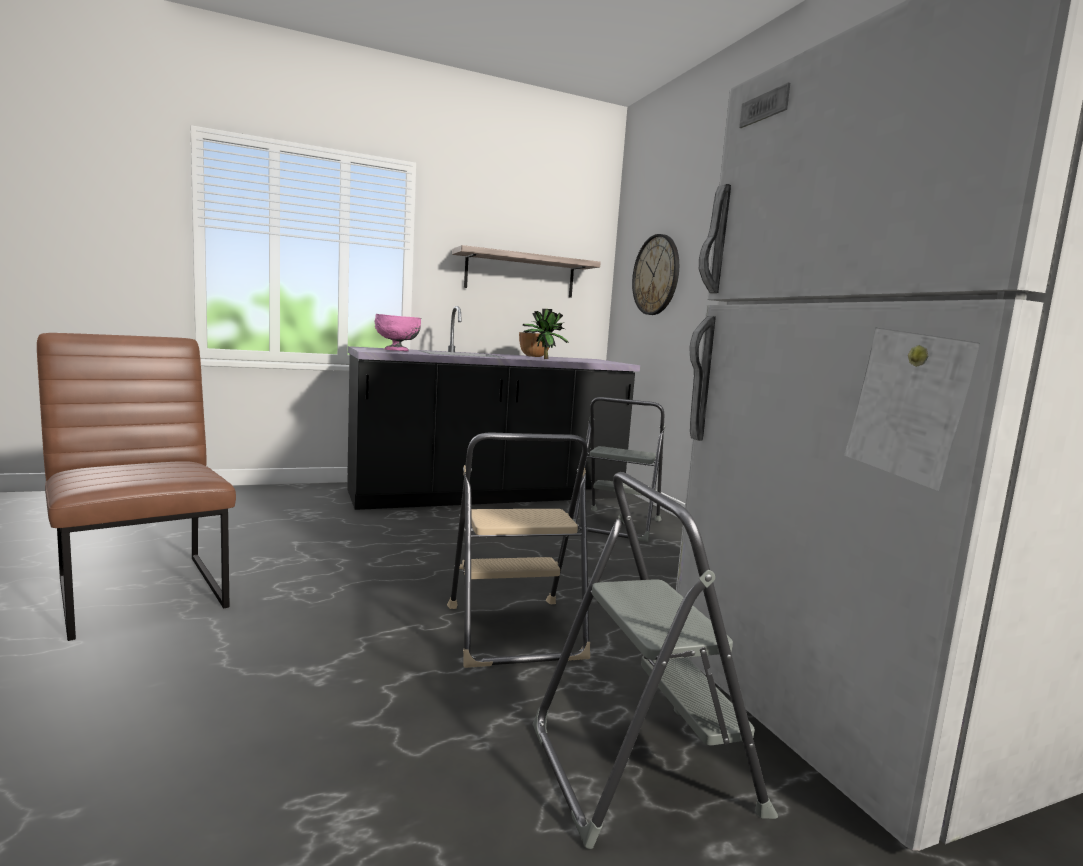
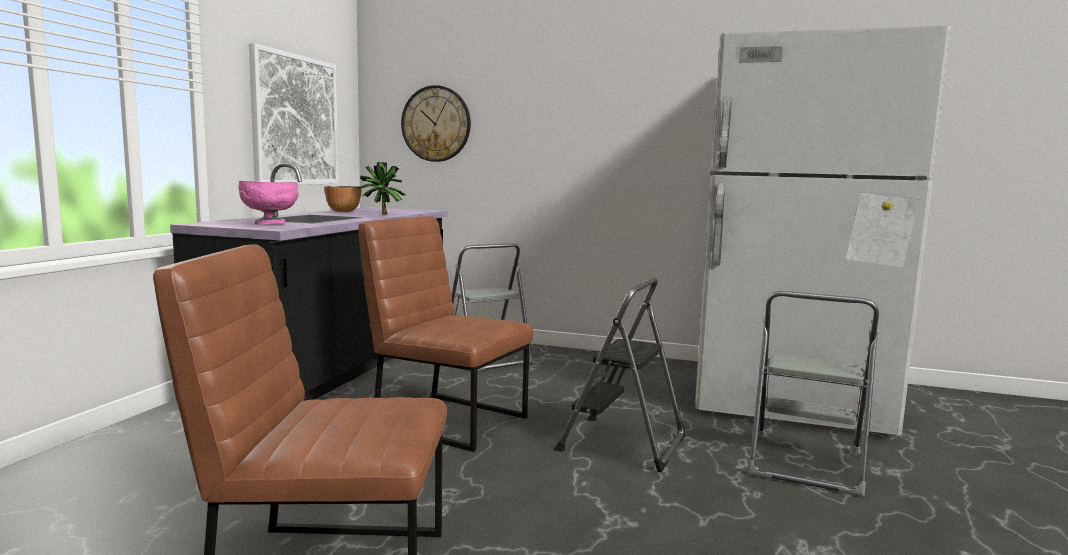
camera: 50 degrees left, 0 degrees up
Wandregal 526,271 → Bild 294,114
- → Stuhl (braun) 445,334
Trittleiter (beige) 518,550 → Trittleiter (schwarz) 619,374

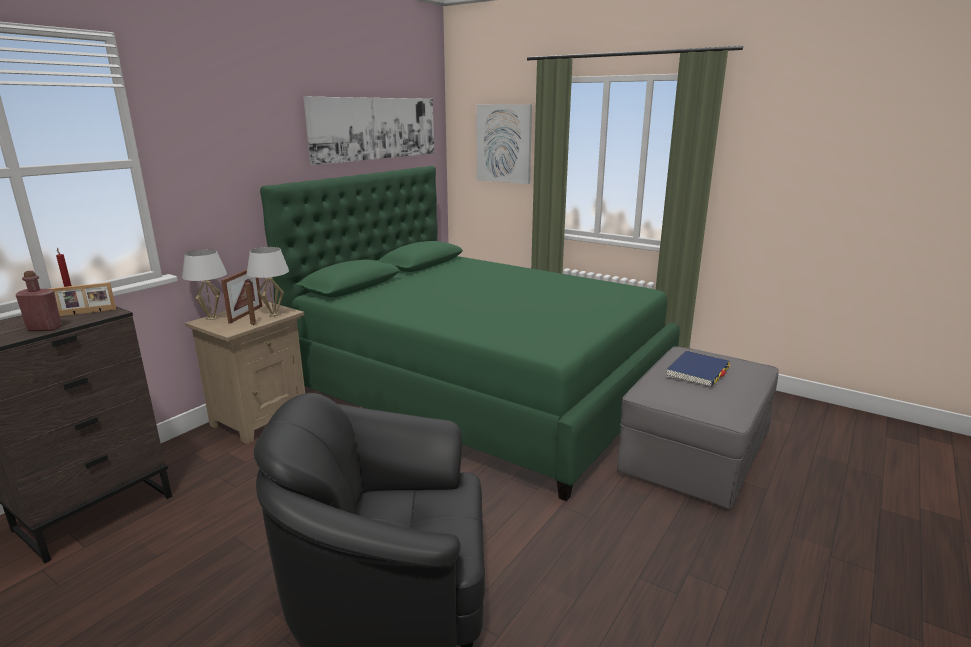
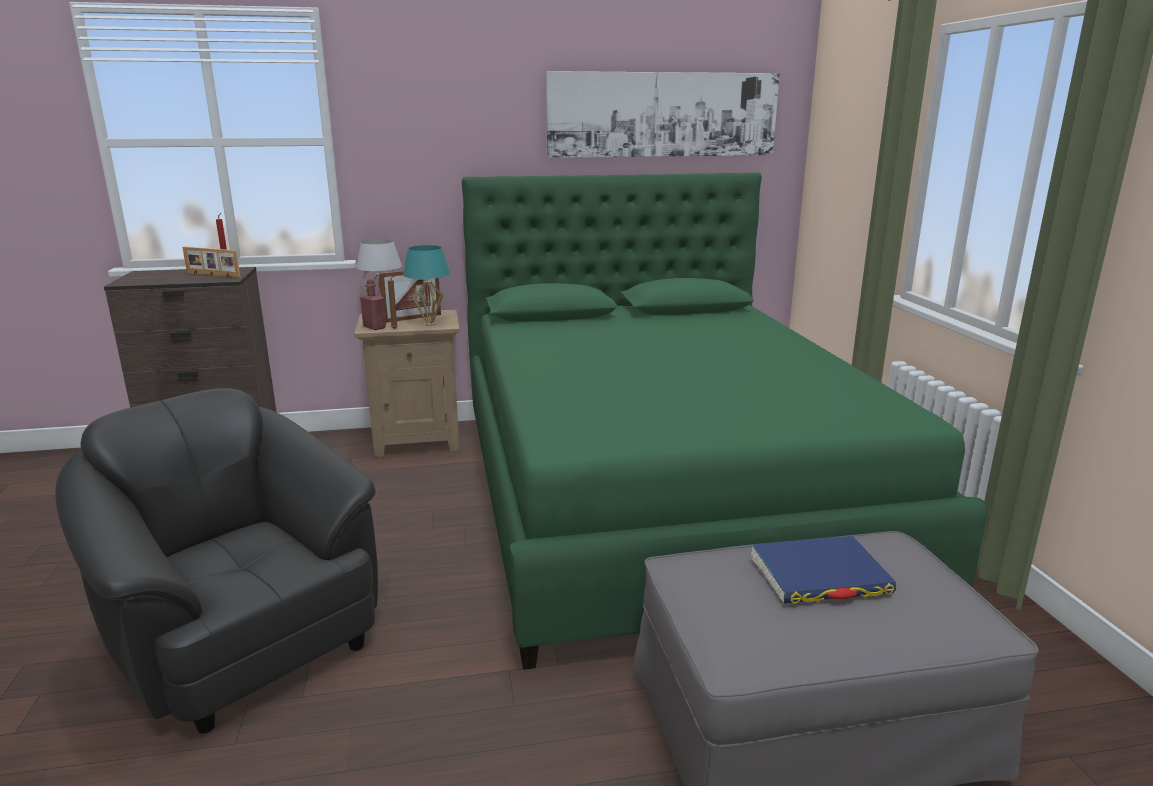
camera: 45 degrees right, 0 degrees up
Flasche (rot) 39,301 → Flasche (rot) 373,304, relocated
Tischlampe (weiß) 268,282 → Tischlampe (türkis) 426,285
Bild 504,144 → -

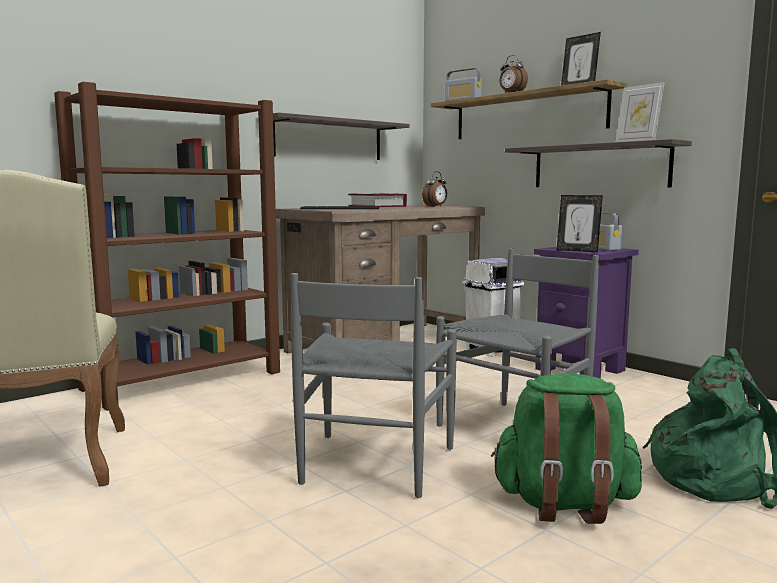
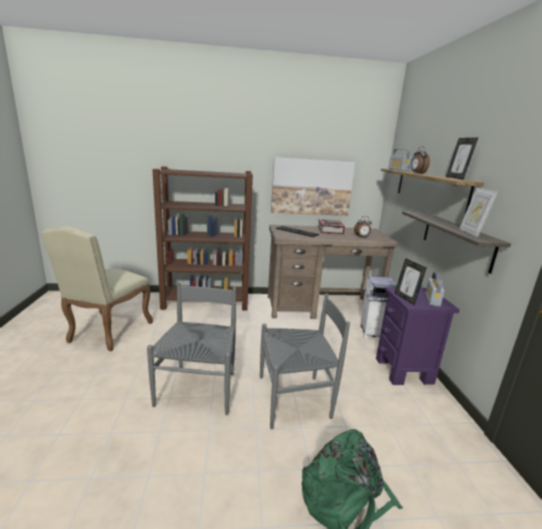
camera: 35 degrees right, 10 degrees up
Stuhl (grau) 374,385 → Stuhl (grau) 191,349, 135 degrees clockwise
Wandregal 341,136 → Bild 313,186
Rucksack (grün) 566,448 → -

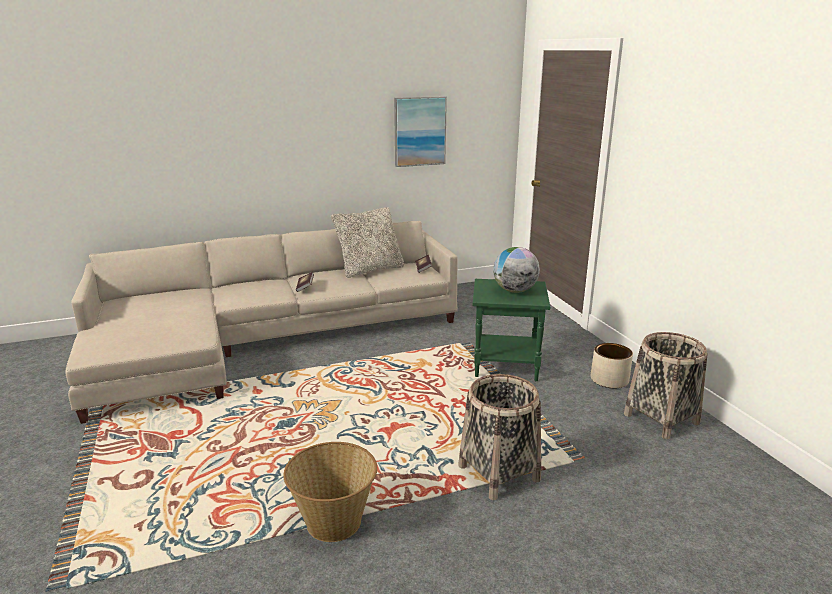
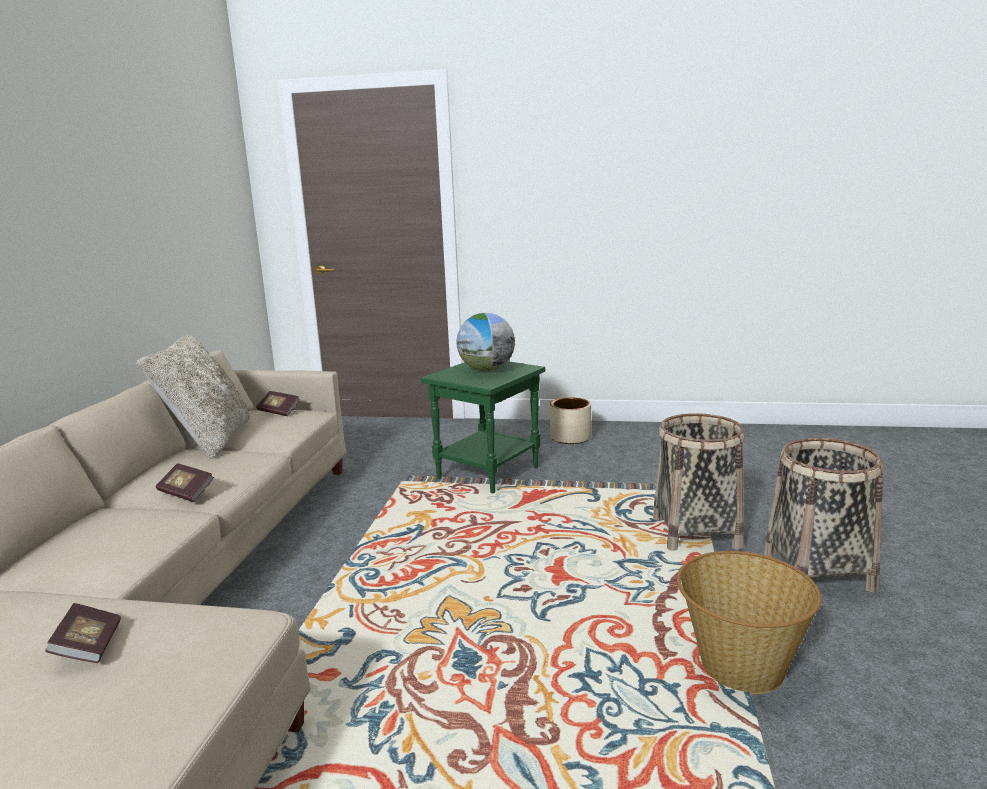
camera: 60 degrees left, 5 degrees down
- → Buch 83,633
Korb 666,385 → Korb 823,515, relocated
Bild 420,131 → -

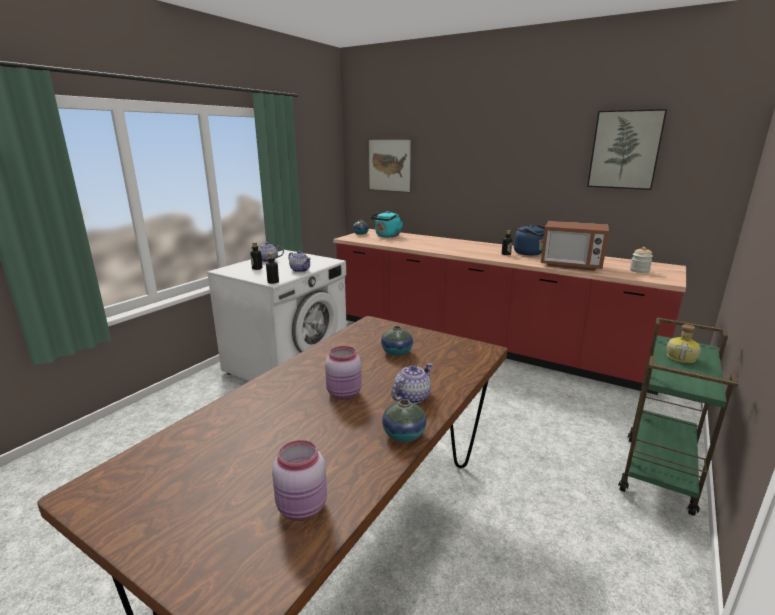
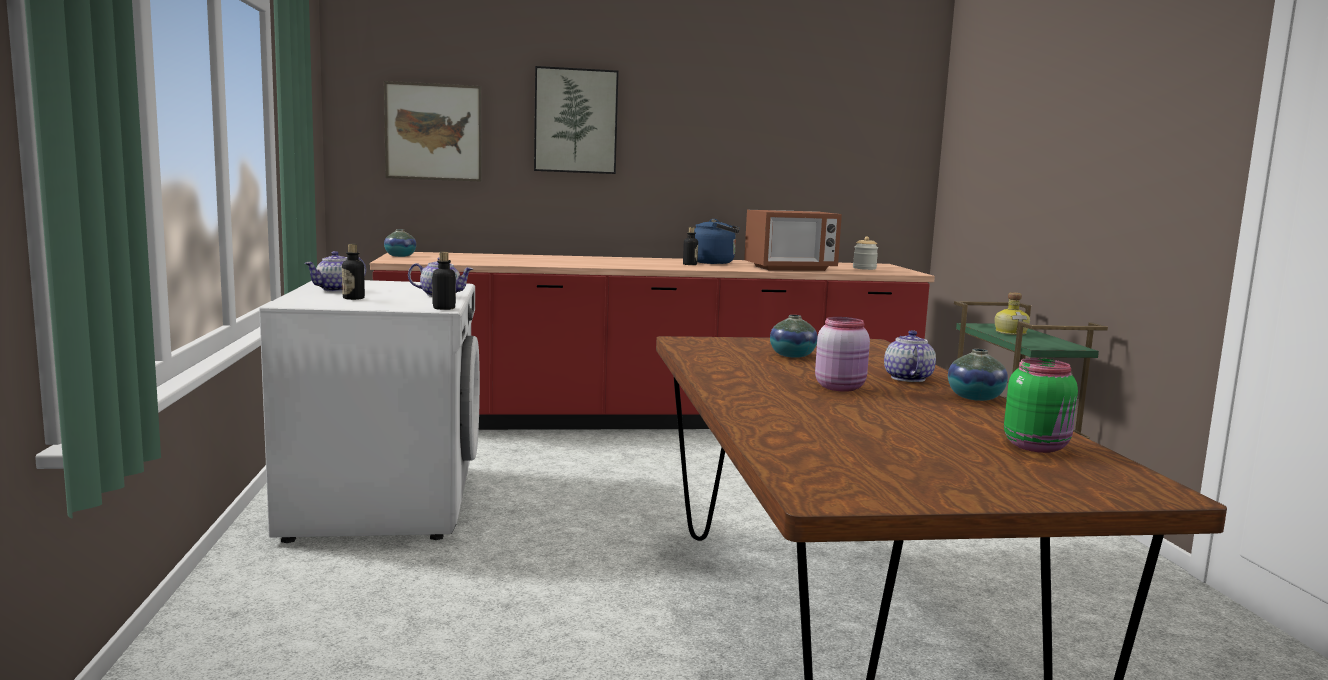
camera: 40 degrees left, 10 degrees down
Bild 627,149 → Bild 576,120, relocated
Vorratsglas (rosa) 299,480 → Vorratsglas (grün) 1041,405
Wasserkessel (türkis) 387,224 → -

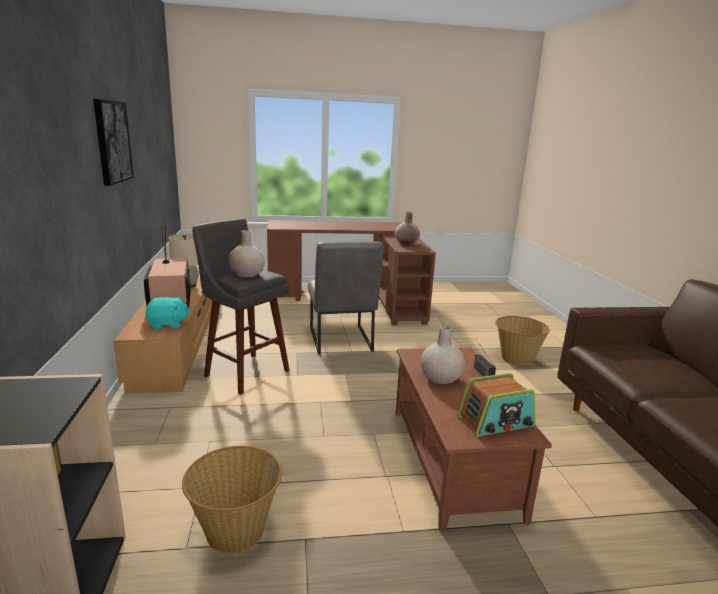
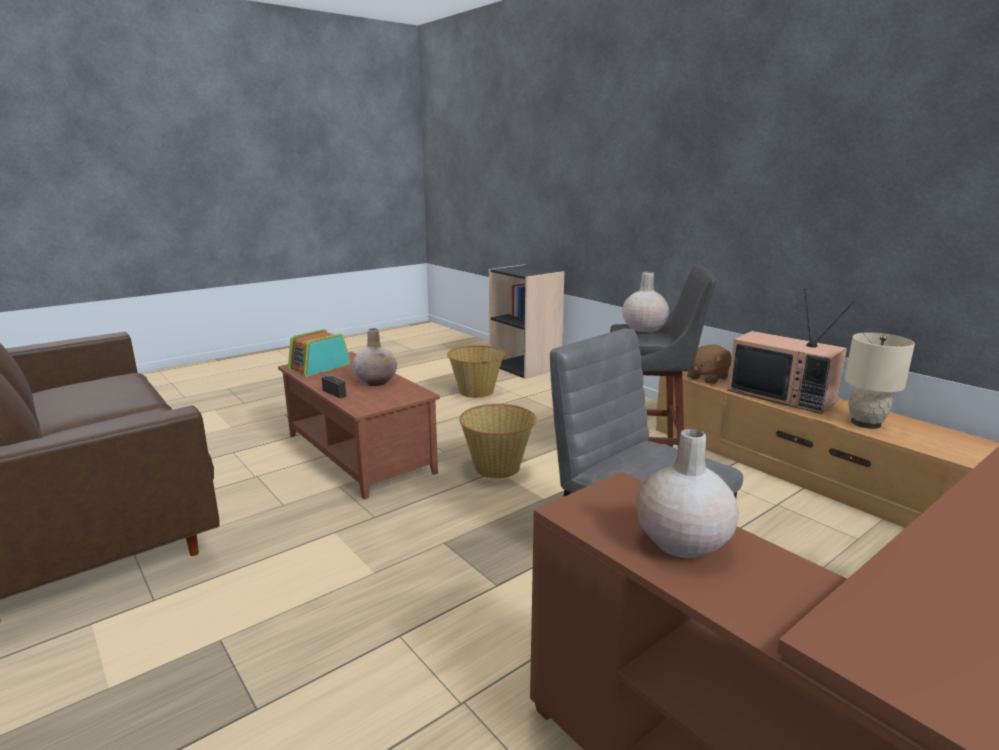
camera: 150 degrees right, 0 degrees up
Korb 522,341 → Korb 498,441, relocated
Plüschtier (türkis) 168,312 → Plüschtier (braun) 709,364
Bild 113,142 → -

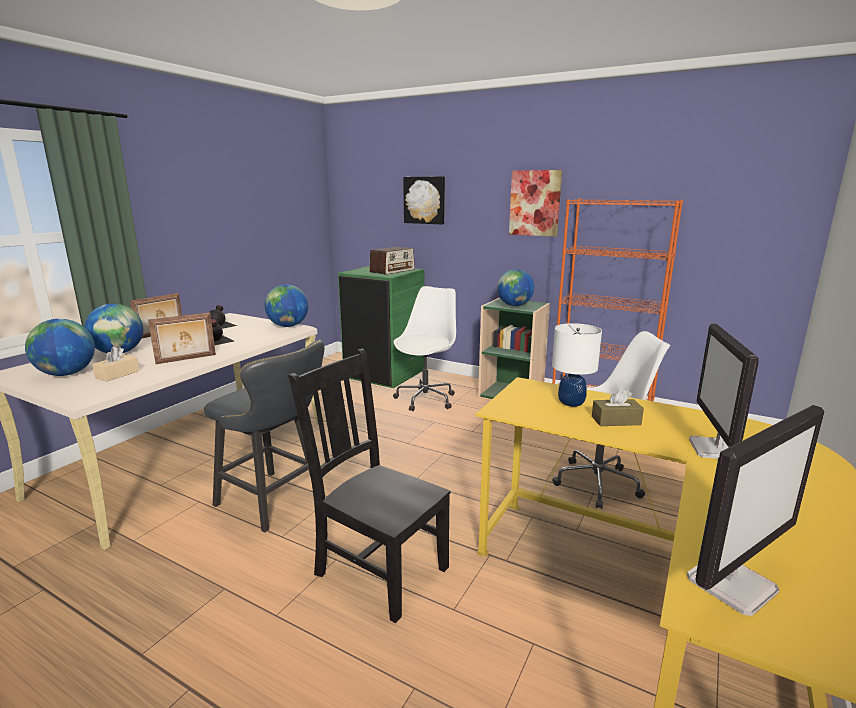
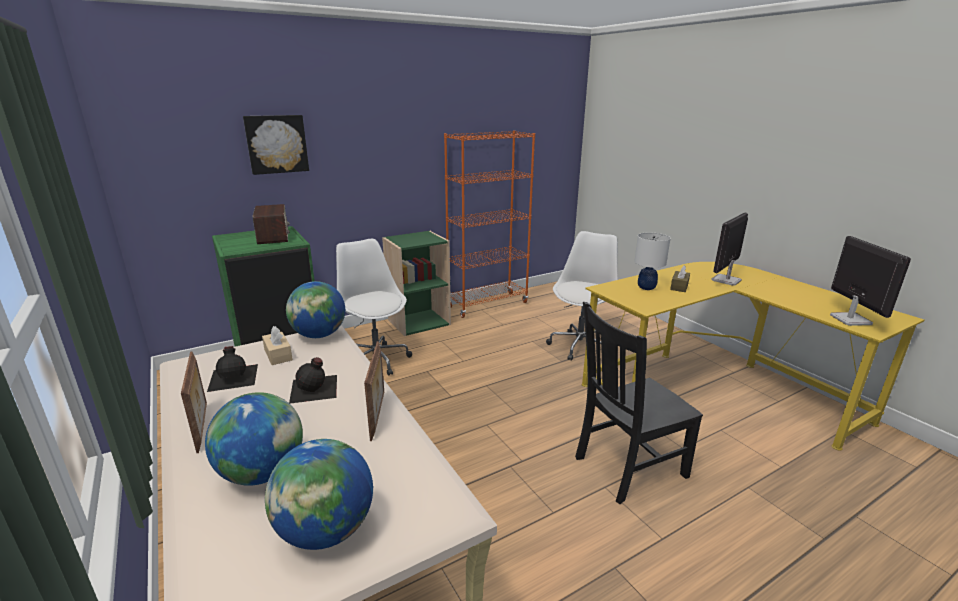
camera: 60 degrees left, 5 degrees up
Taschentuchbox (beige) 116,364 → Taschentuchbox (beige) 277,345, relocated
Monitor 724,391 → Monitor 729,249, 90 degrees clockwise
Hocker (grau) 264,436 → -
Globus 515,287 → -
Bild 535,203 → -

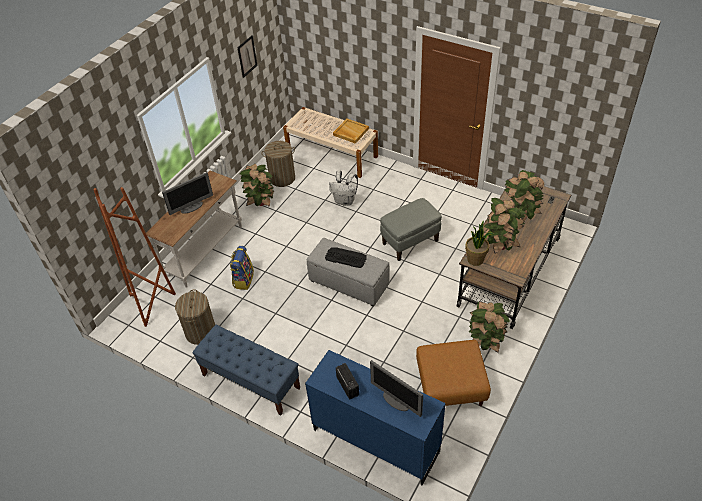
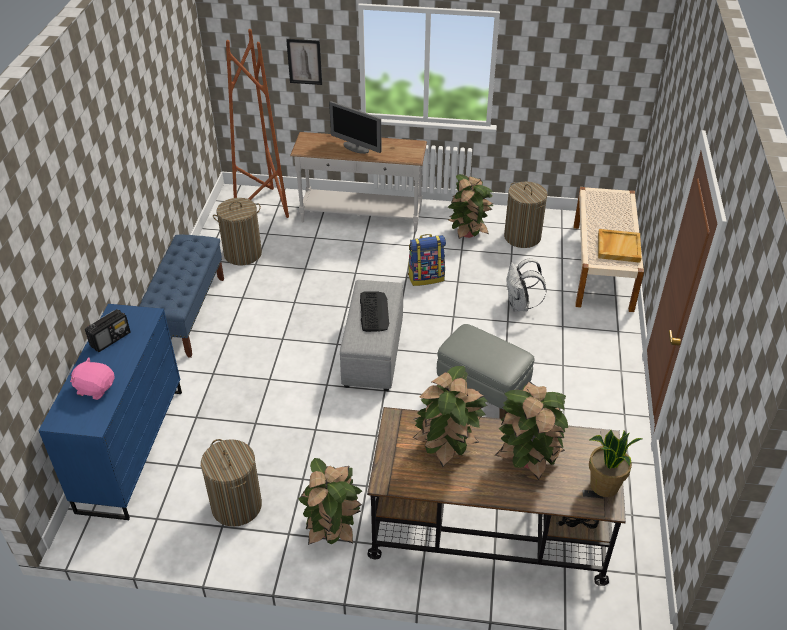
camera: 65 degrees right, 5 degrees down
Monitor 396,388 → Plüschtier (rosa) 92,378
Polsterhocker (braun) 453,373 → Wäschekorb 231,483
Bild 247,56 → Bild 304,62, relocated
Rucksack 242,268 → Rucksack 427,260, relocated
Topfpflanze 480,243 → Topfpflanze 616,463, relocated

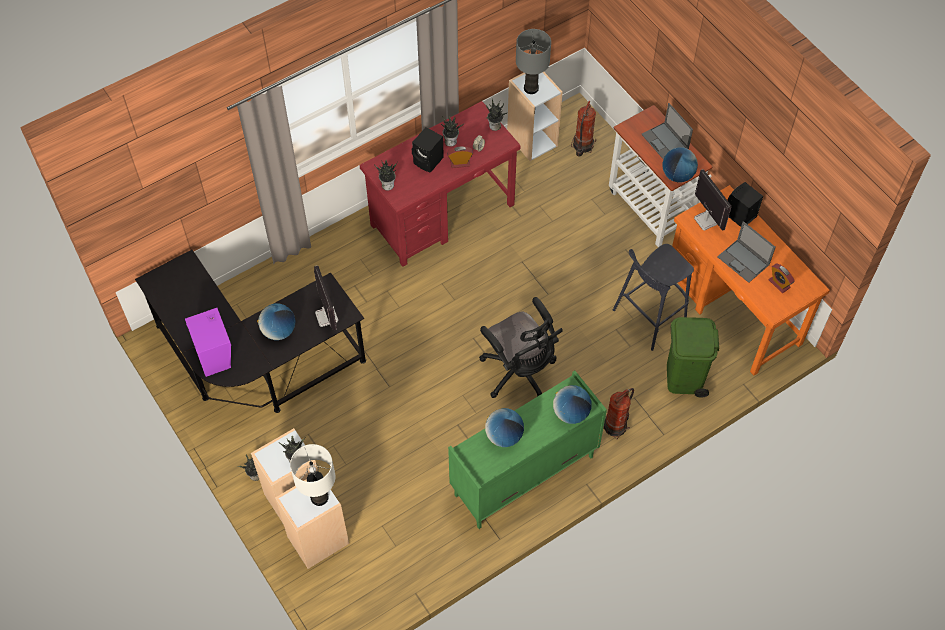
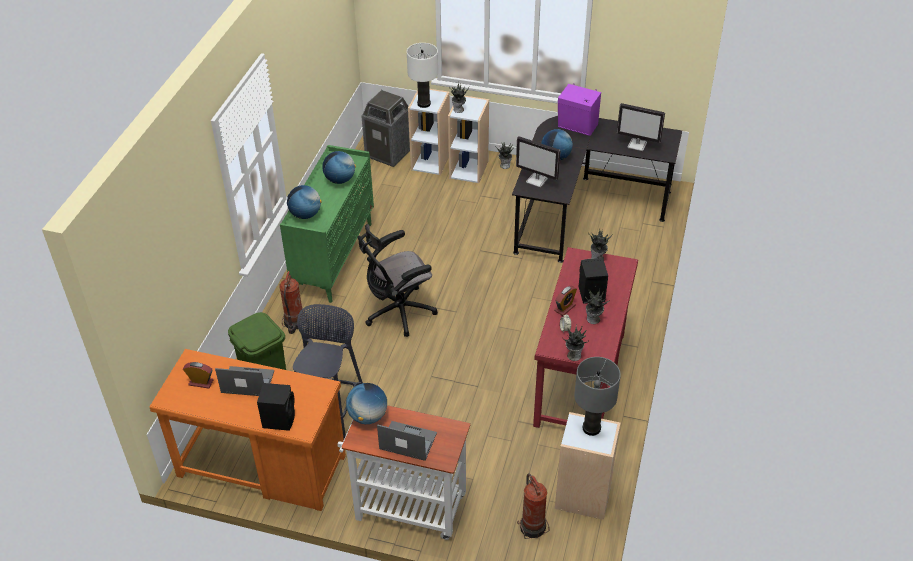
camera: 140 degrees right, 15 degrees down
Bürostuhl 521,347 → Bürostuhl 397,280, 45 degrees counterclockwise
- → Mülleimer 385,128
Monitor 713,200 → Monitor 641,127, relocated

